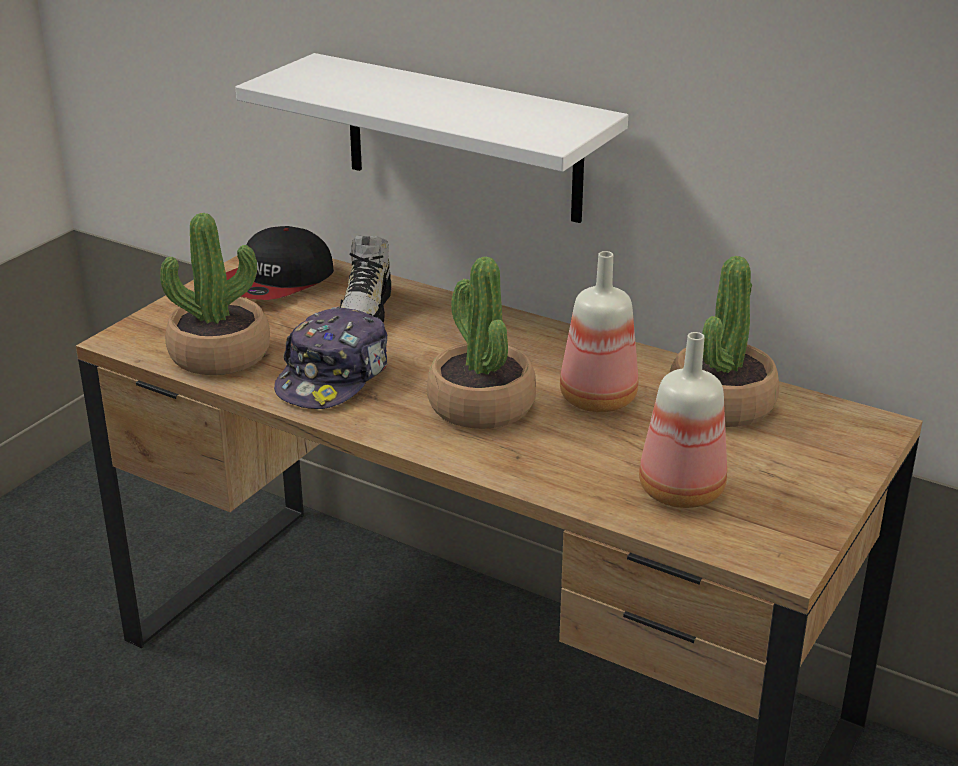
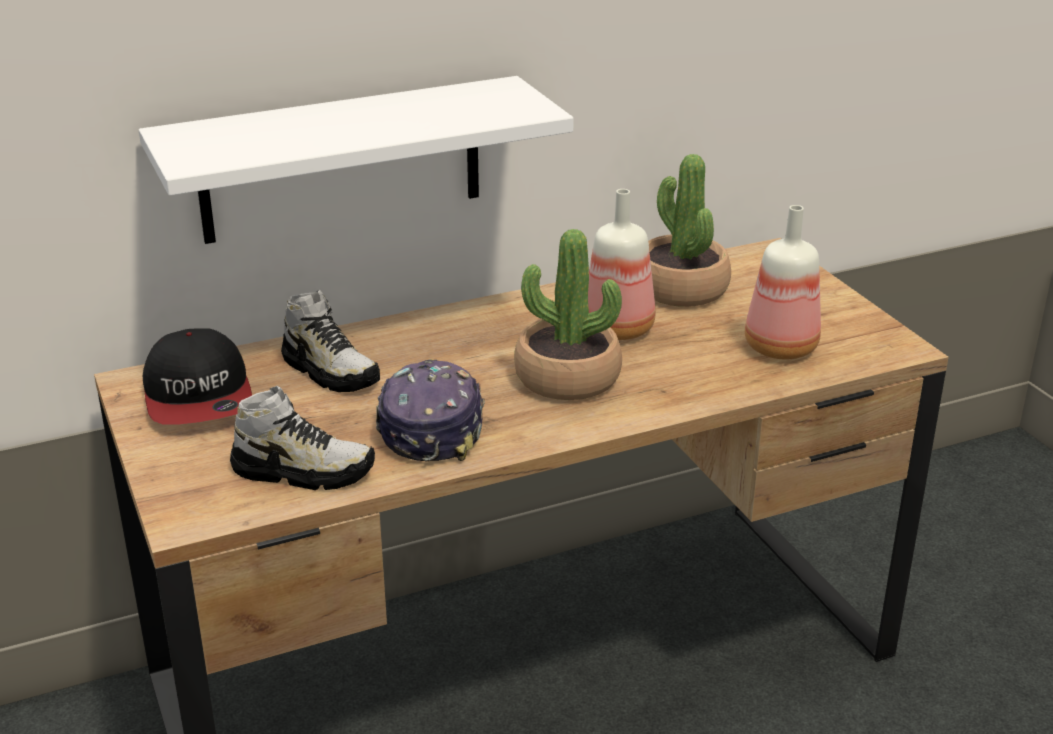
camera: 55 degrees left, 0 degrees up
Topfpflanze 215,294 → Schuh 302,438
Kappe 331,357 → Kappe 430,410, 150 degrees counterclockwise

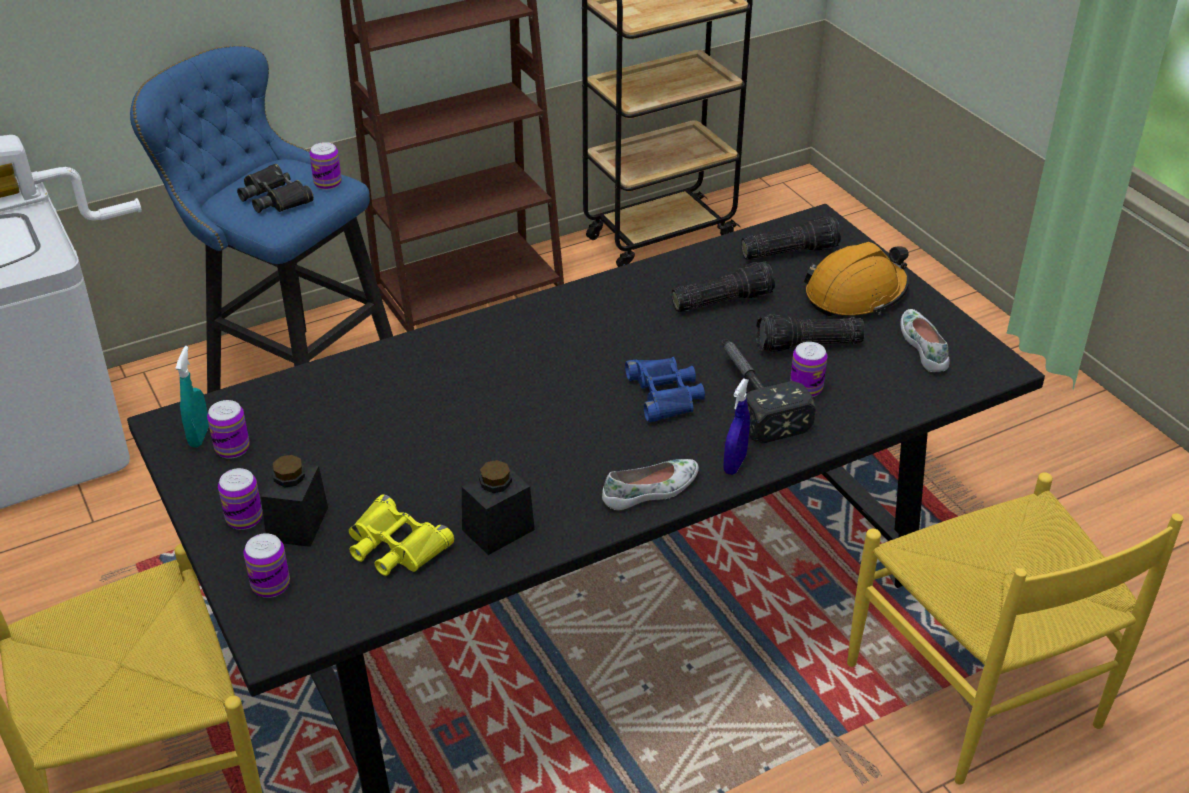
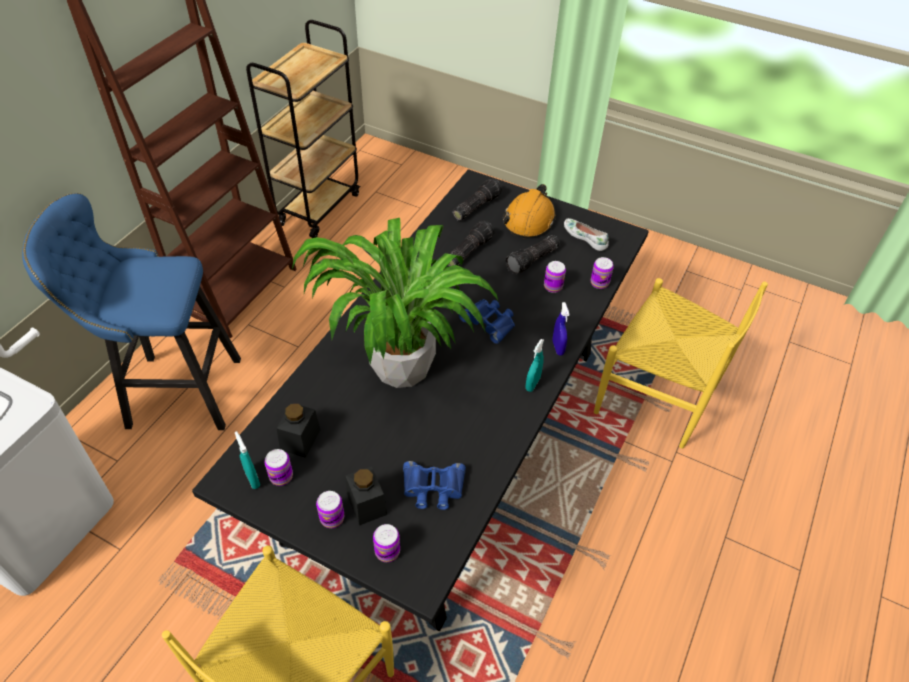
camera: 35 degrees left, 10 degrees up
Vorratsglas (schwarz) 498,507 → Vorratsglas (schwarz) 298,430, relocated
- → Topfpflanze 395,303
Fernglas (gelb) 401,535 → Fernglas (blau) 434,485
Schuh (weiß) 650,484 → Sprühflasche (türkis) 535,365
Dose 326,166 → Dose 602,273, relocated
Fernglas (schwarz) 275,188 → -
Hammer 769,391 → -

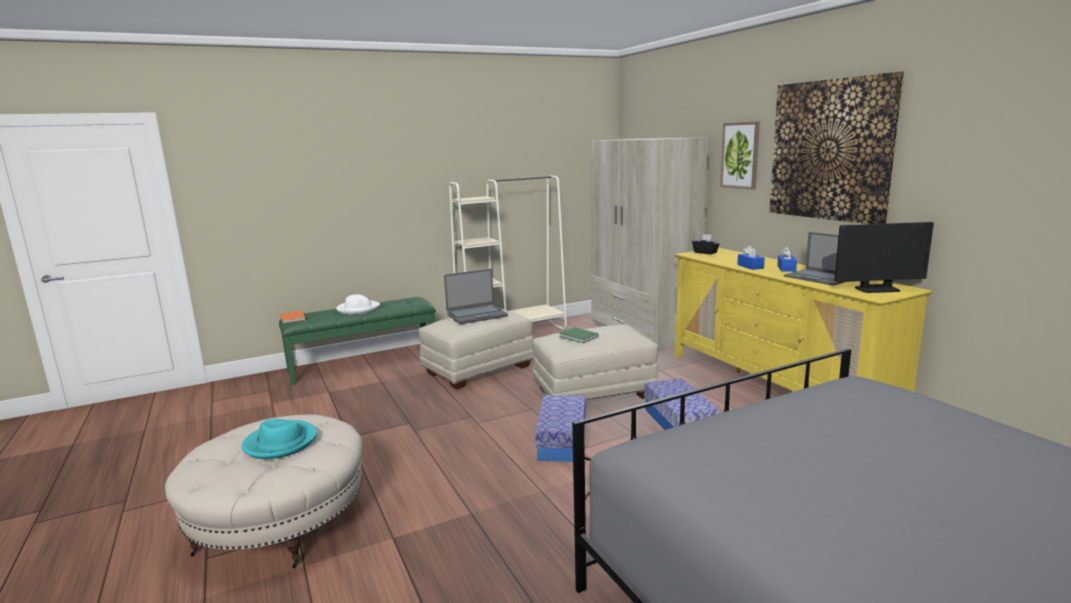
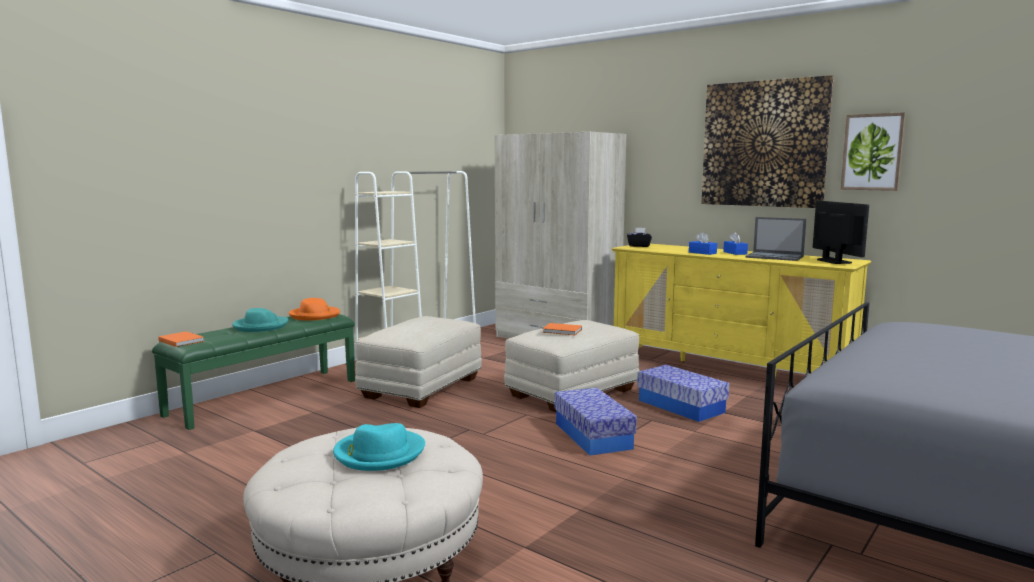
camera: 25 degrees left, 5 degrees down
Hut (weiß) 358,304 → Hut (türkis) 260,320
- → Hut (orange) 314,309
Buch (grün) 579,335 → Buch (orange) 562,329
Monitor 884,257 → Monitor 841,232, 75 degrees counterclockwise
Bild 740,155 → Bild 873,151, relocated
Laptop 476,296 → -

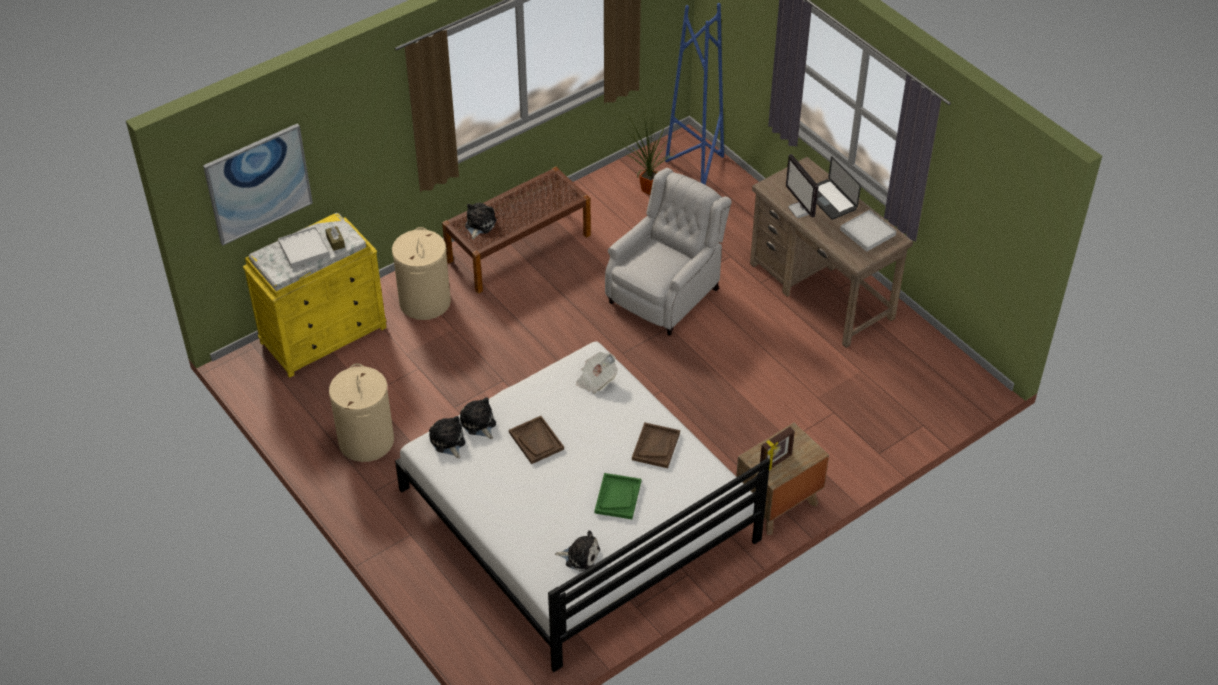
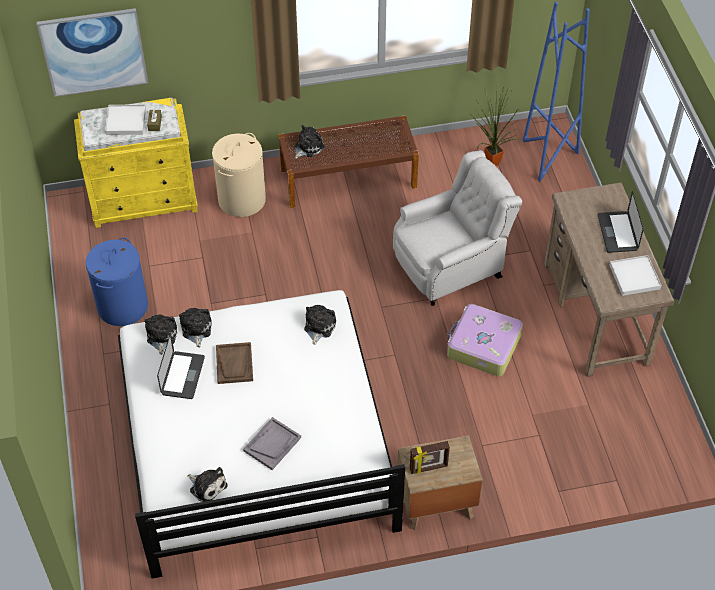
camera: 25 degrees right, 5 degrees up
Wäschekorb (beige) 361,413 → Wäschekorb (blau) 117,281
- → Laptop 181,366
Tablett (grün) 618,496 → Tablett (grau) 272,443
Zeitung 597,373 → Plüschtier 320,325
- → Koffer 485,340
Tablett (braun) 656,445 → -
Monitor 802,186 → -

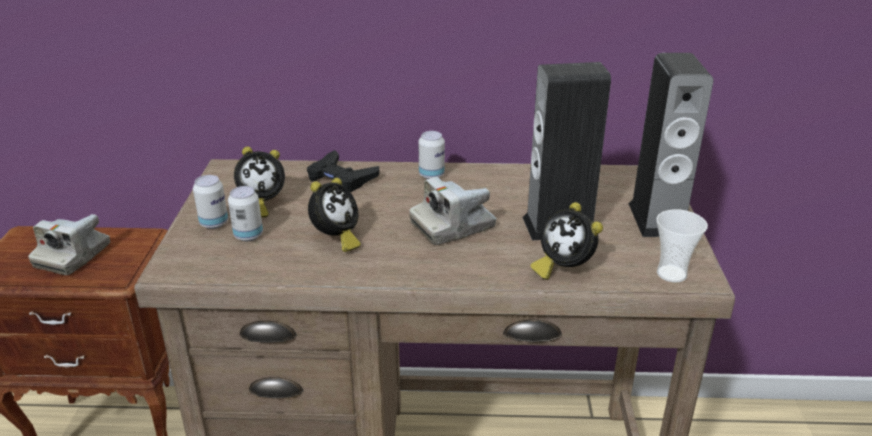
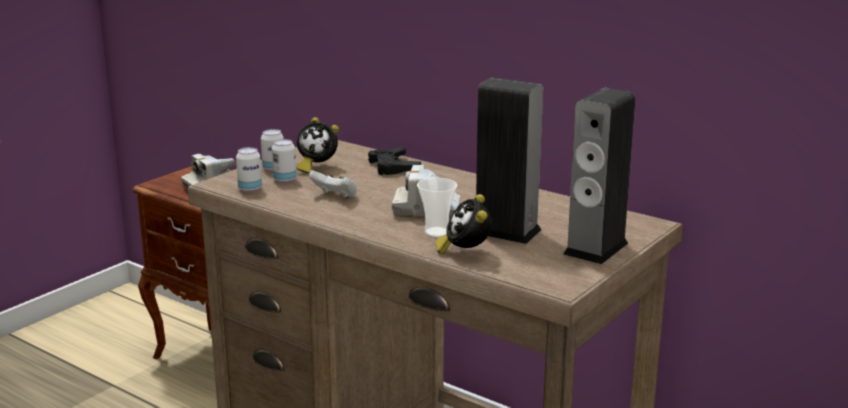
camera: 35 degrees right, 10 degrees down
Dose 432,155 → Dose 249,169, relocated
Wecker 334,215 → Gamepad (weiß) 332,184
Tasse 682,246 → Tasse 437,207, relocated

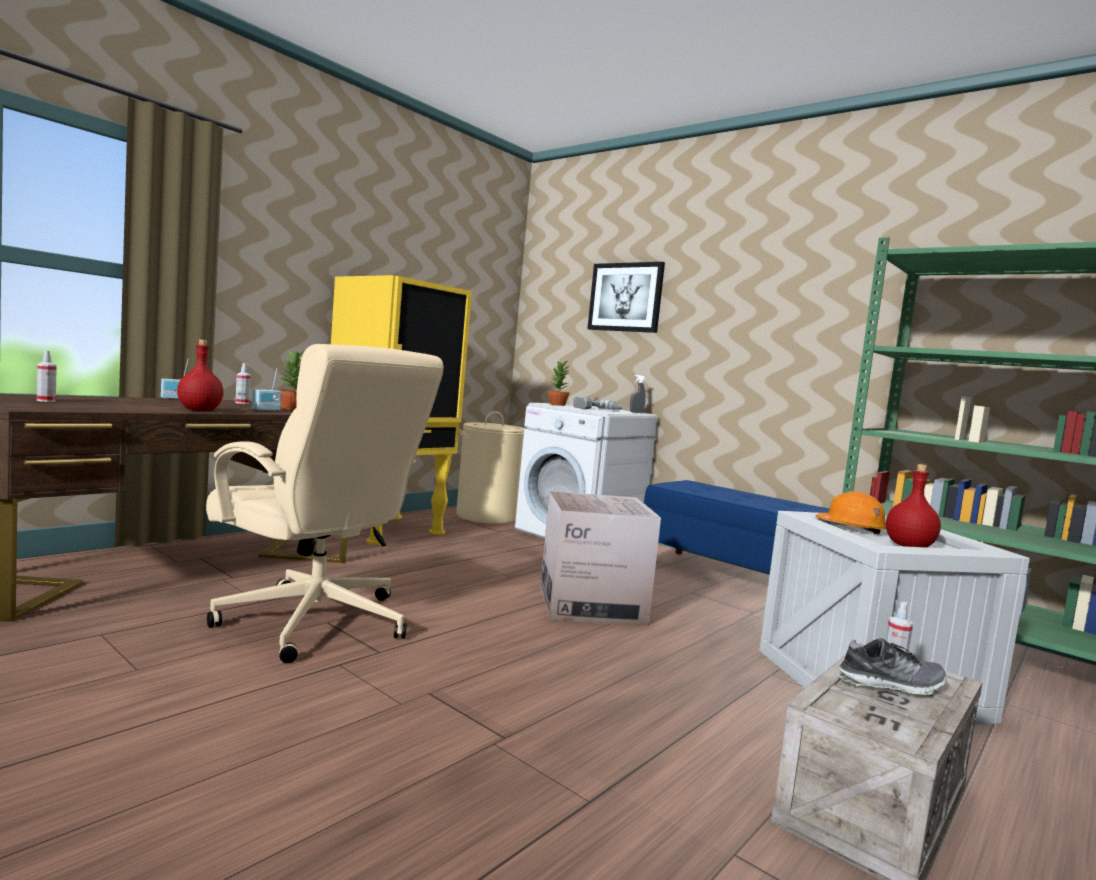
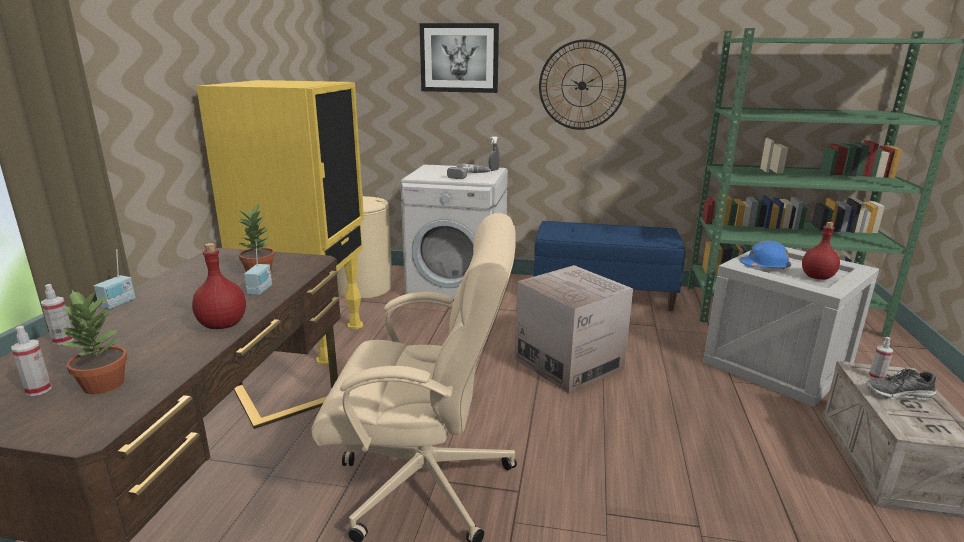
camera: 30 degrees left, 15 degrees up
Sprühflasche 243,383 → Sprühflasche 57,314, relocated
Topfpflanze 559,383 → Topfpflanze 92,342, relocated
- → Wanduhr 582,84
Schutzhelm (orange) 851,512 → Schutzhelm (blau) 765,255
Schuh 892,666 → Schuh 901,384, 150 degrees counterclockwise

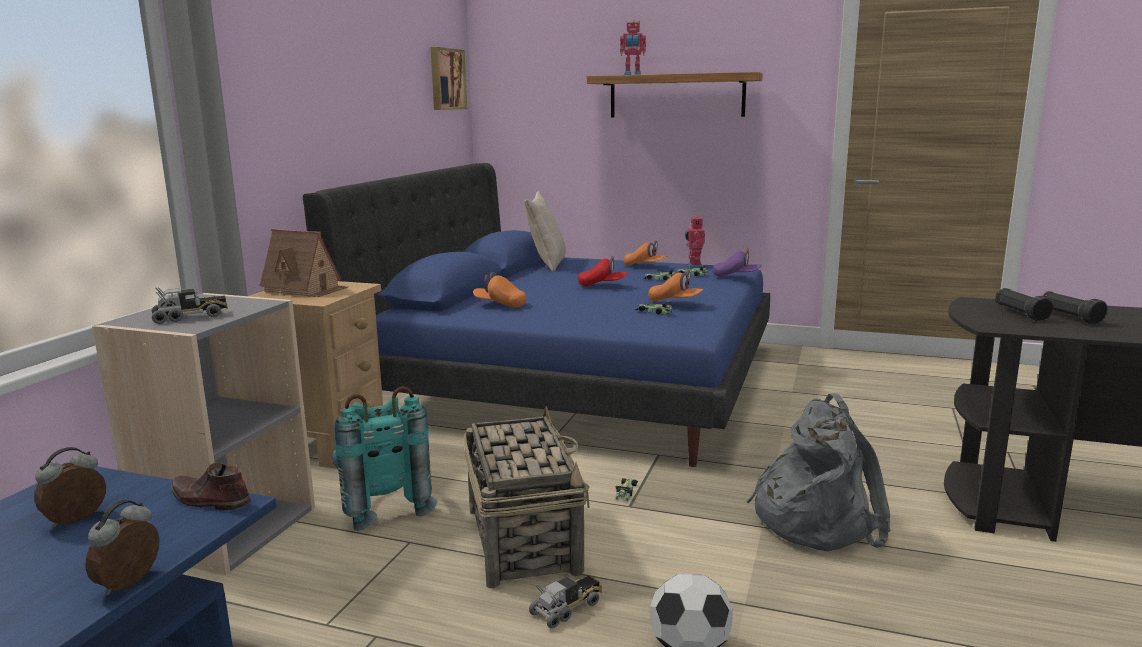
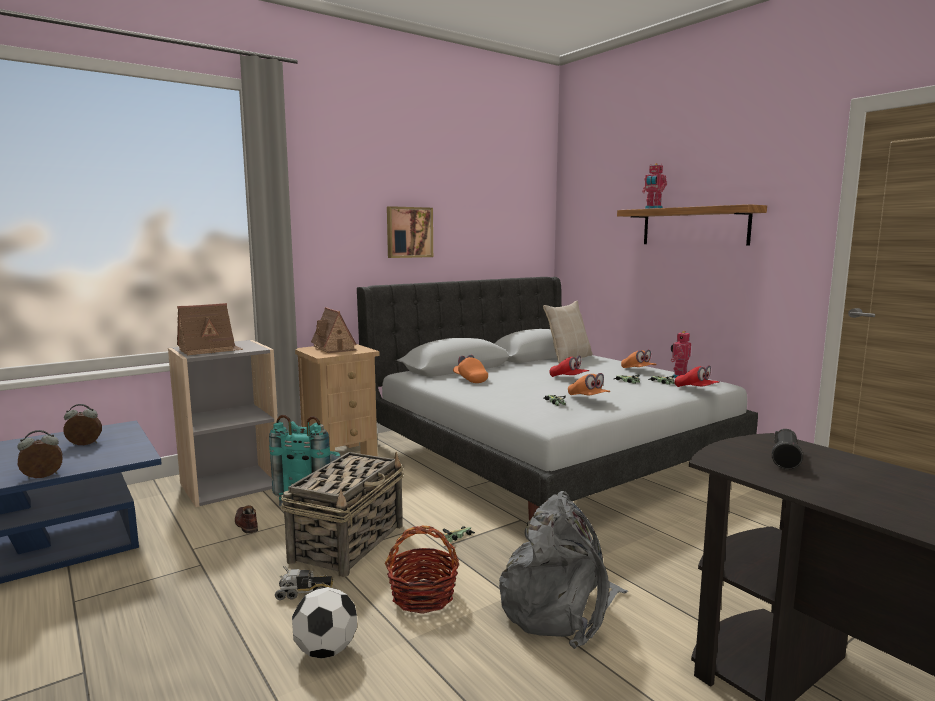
camera: 35 degrees right, 5 degrees down
Spielzeuglaster 190,305 → Spielzeughaus 210,329
Schuh (braun) 211,487 → Schuh (braun) 246,519, relocated
Bett (blau) 536,315 → Bett (grau) 557,398
- → Korb 422,569
Bild 448,78 → Bild 410,232, relocated
Kappe (lila) 737,263 → Kappe (rot) 697,376
Taschenlampe (schwarz) 1074,308 → -

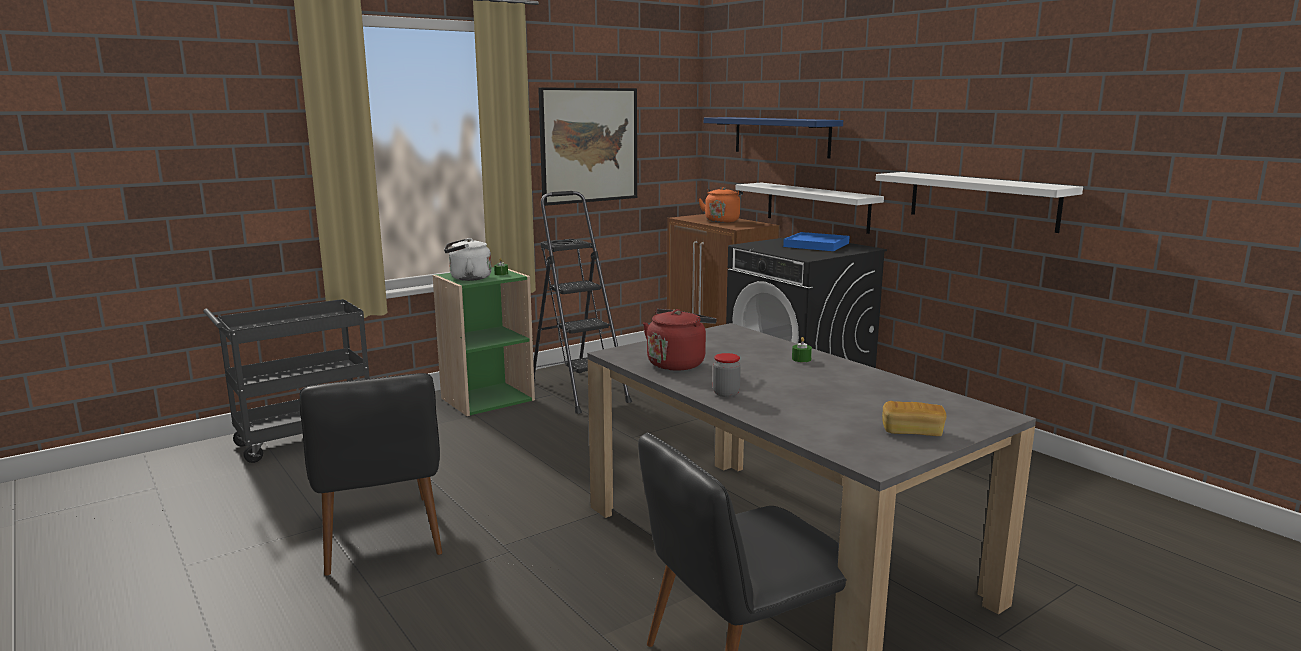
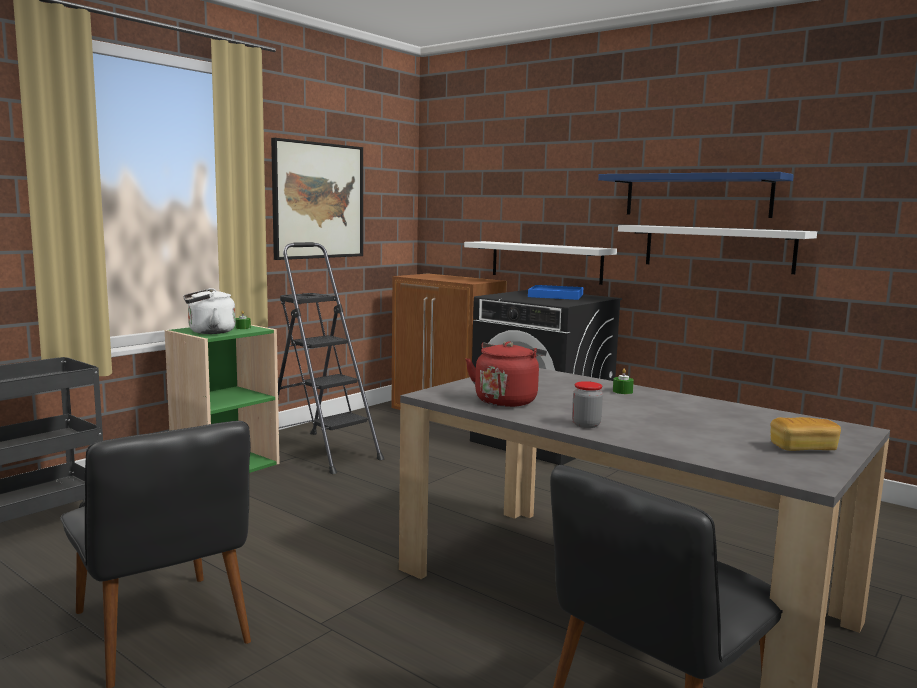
camera: 15 degrees left, 5 degrees down
Wandregal (blau) 773,137 → Wandregal (blau) 696,195, relocated
Wasserkessel (orange) 720,205 → -

